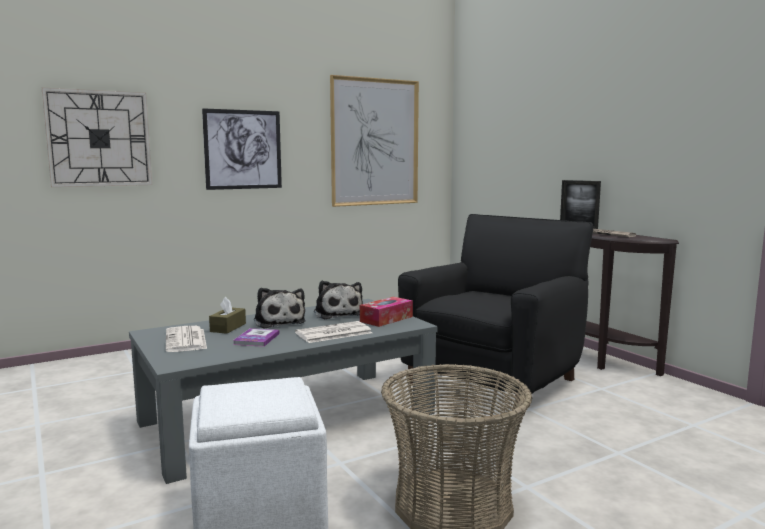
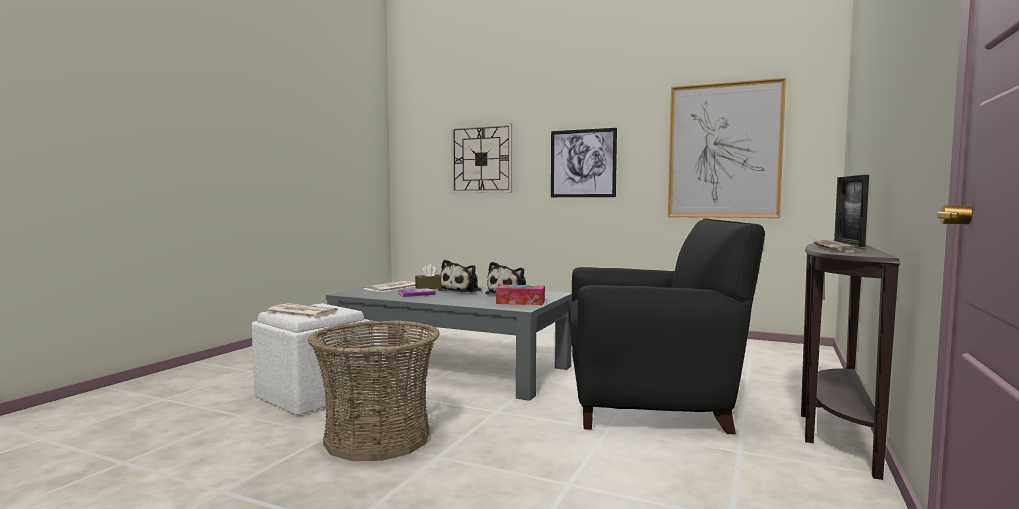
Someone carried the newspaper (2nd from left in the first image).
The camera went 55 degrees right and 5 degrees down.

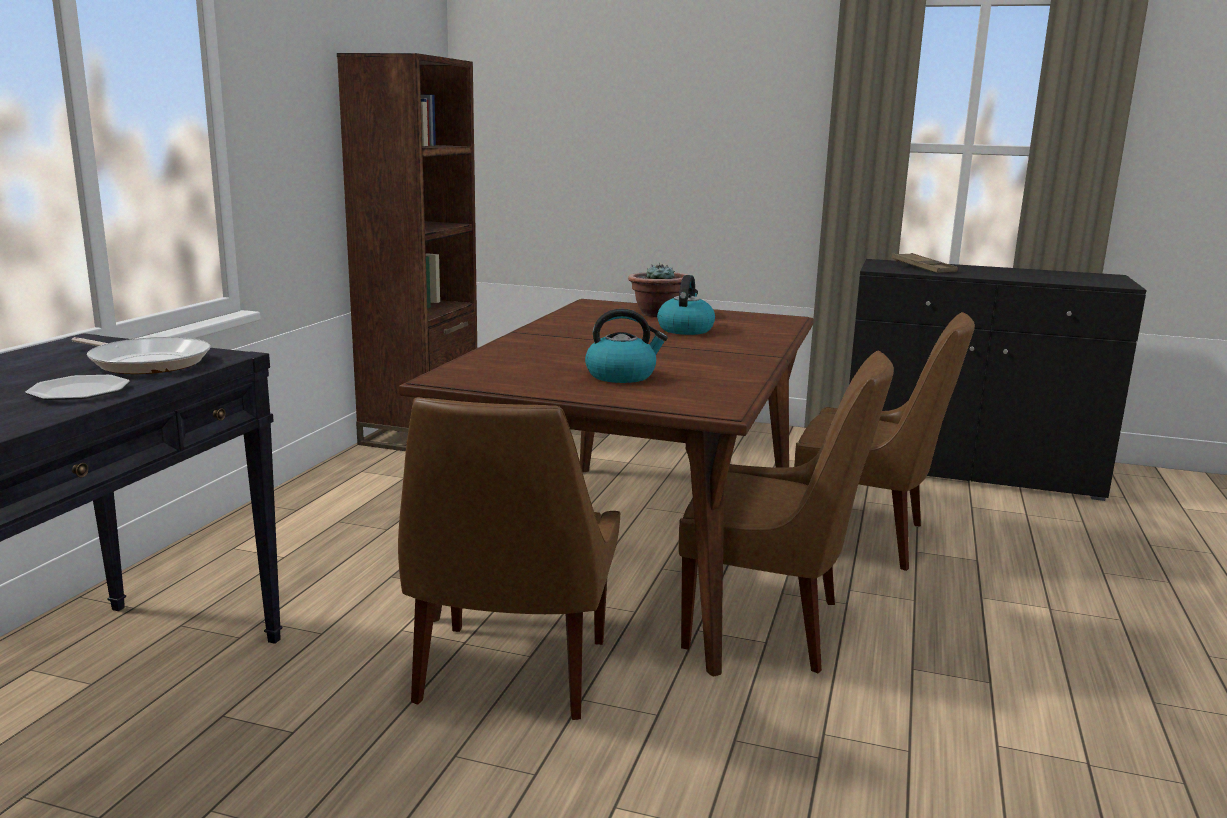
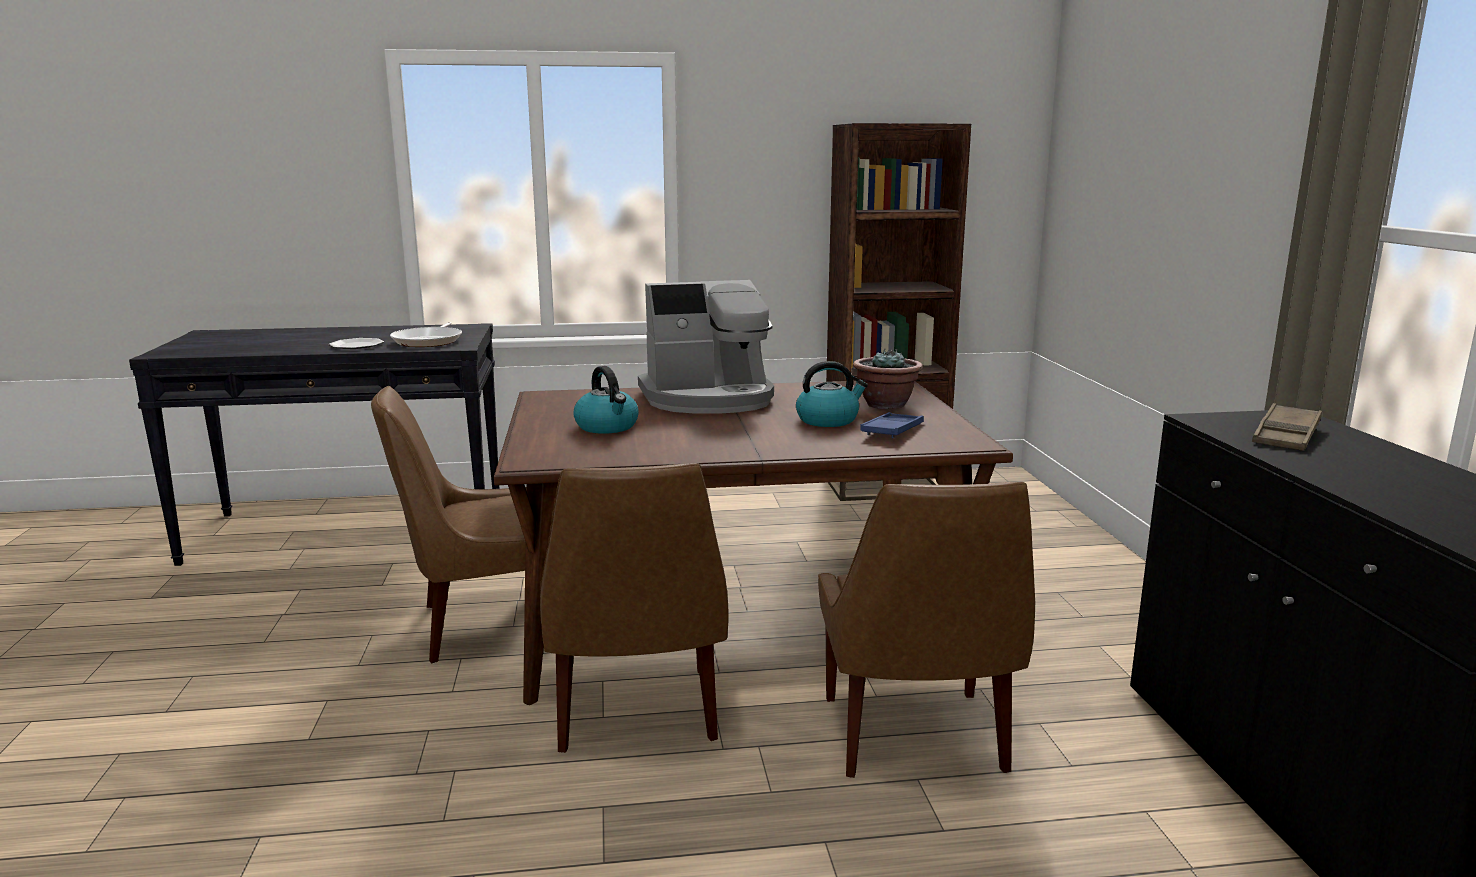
Someone put down the coffee brewer.
Someone put down the bluish carrying tray.
The camera went 65 degrees right and 0 degrees up.

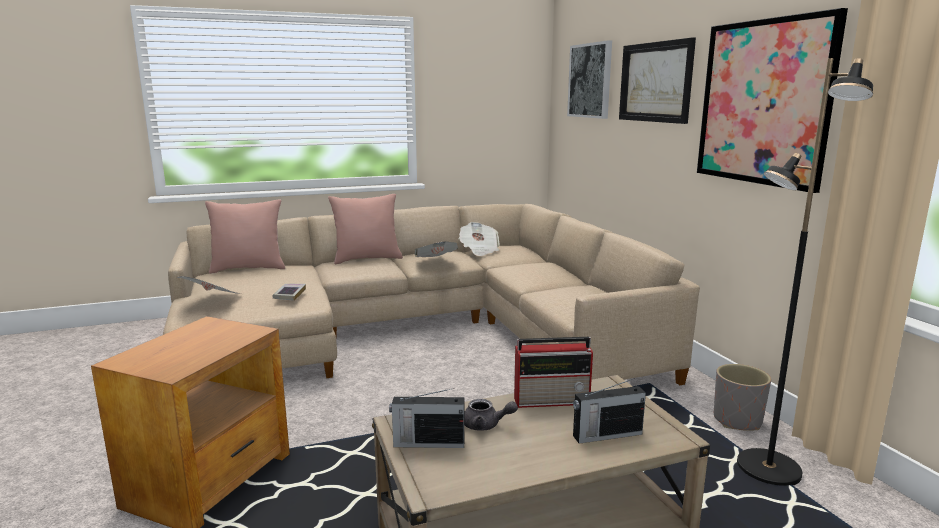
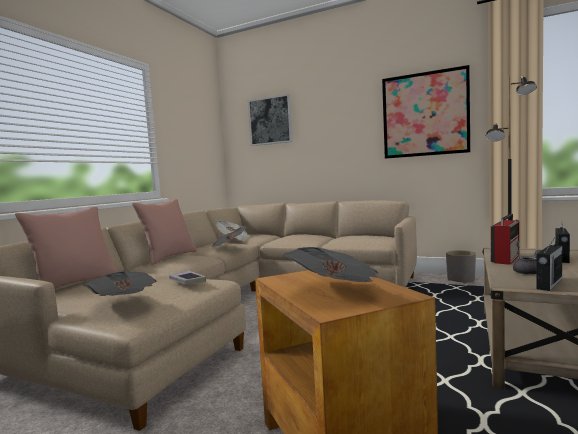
Someone took away the wall art (2nd from left).
Someone put down the newspaper (4th from left).
The camera went 45 degrees left and 10 degrees down.

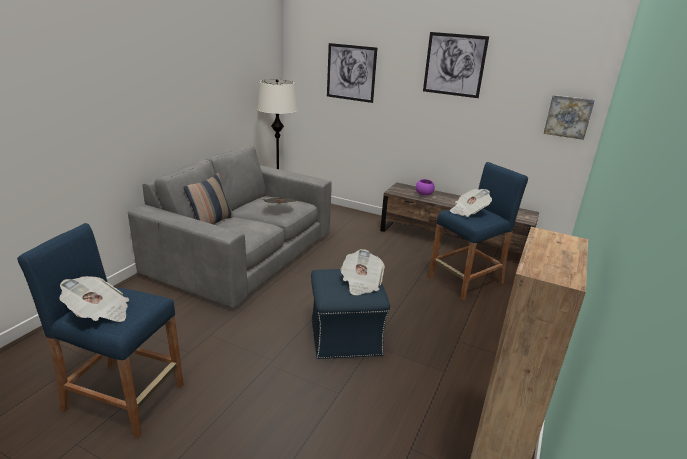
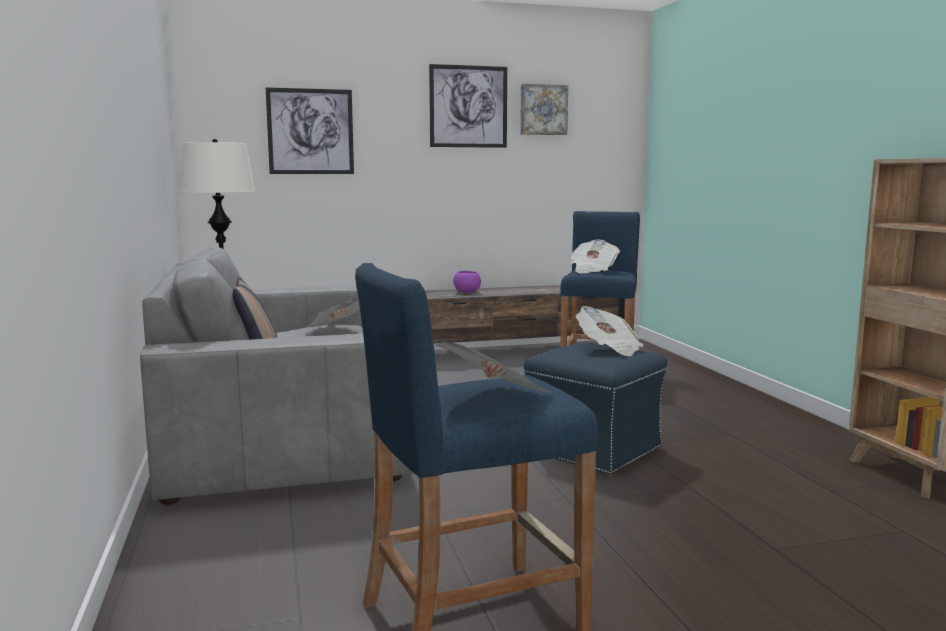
Someone carried the wall art (3rd from left).
The camera went 40 degrees left and 15 degrees down.

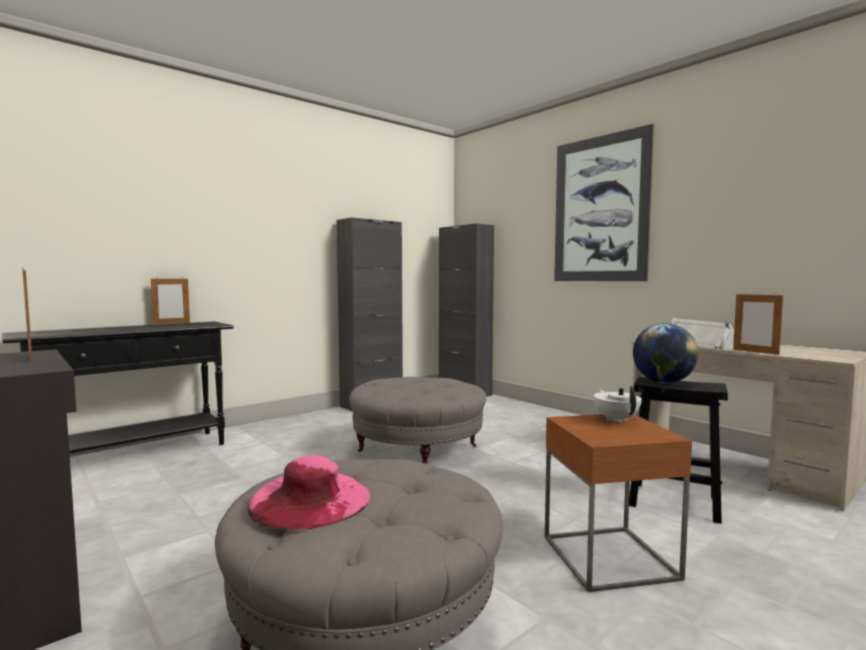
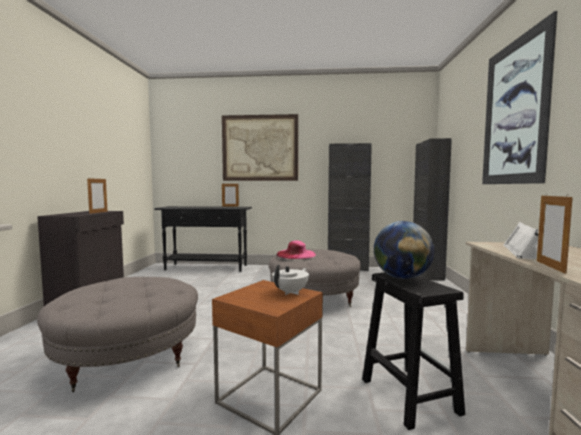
Someone carried the pink wearable hat.
Someone put up the wall art (1st from left).
The camera went 45 degrees right and 0 degrees up.

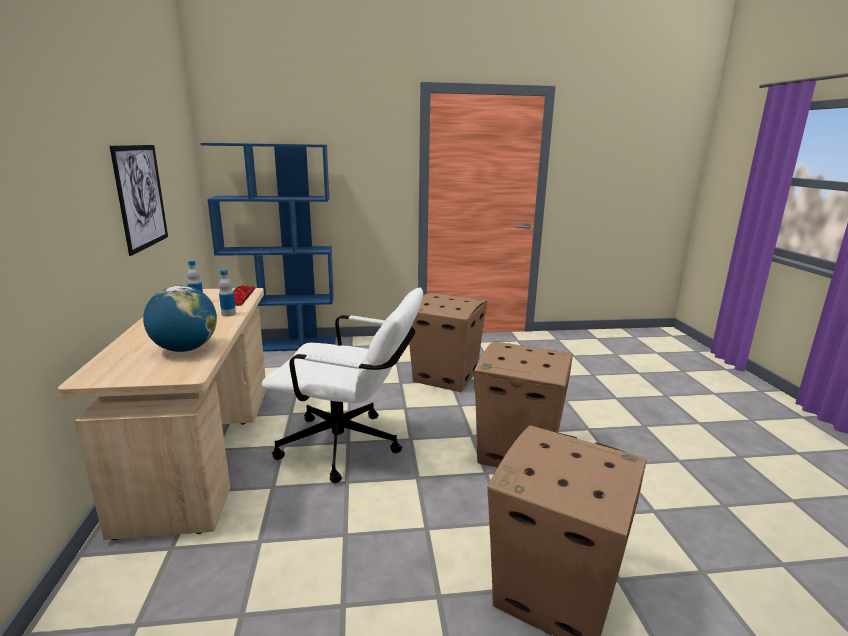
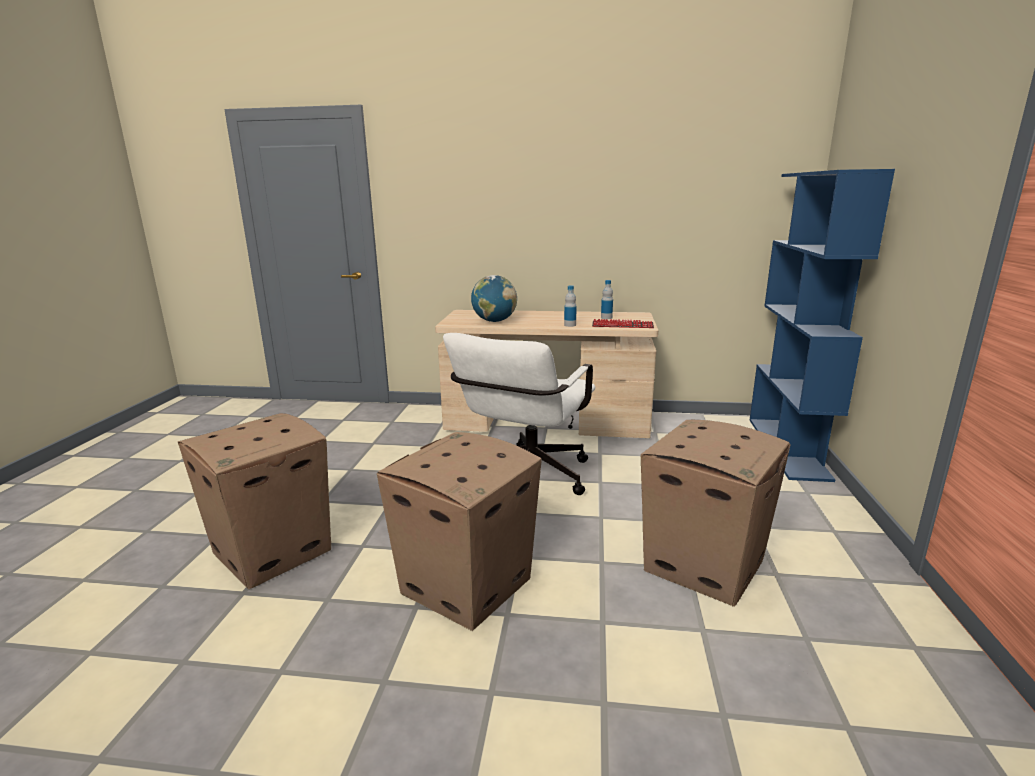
Someone took away the wall art.
The camera went 105 degrees right and 0 degrees up.

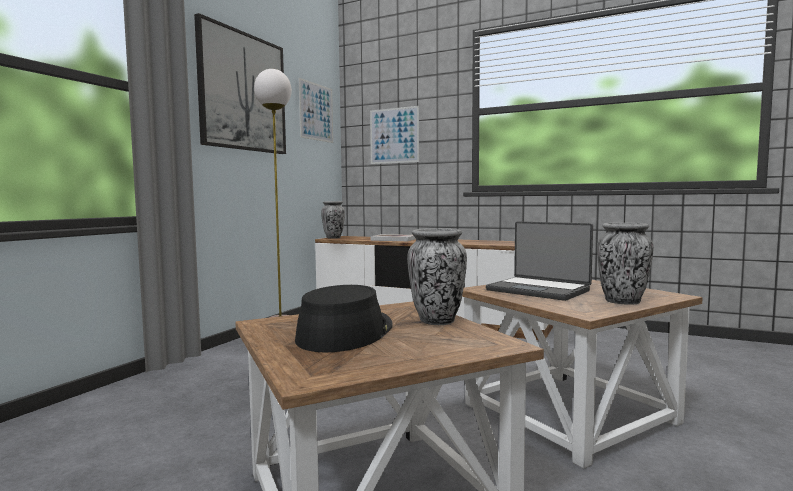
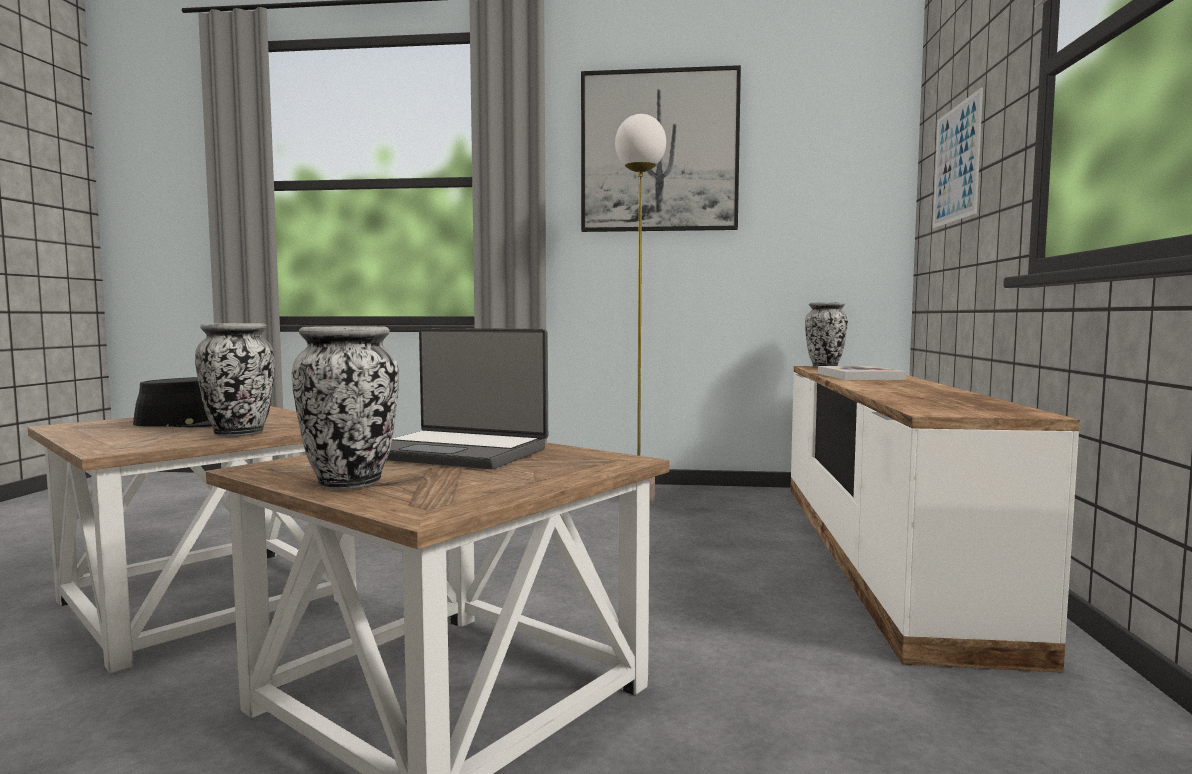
Someone took away the wall art (2nd from left).
Someone rotated the notebook computer by 90 degrees counterclockwise.
The camera went 70 degrees right and 0 degrees up.

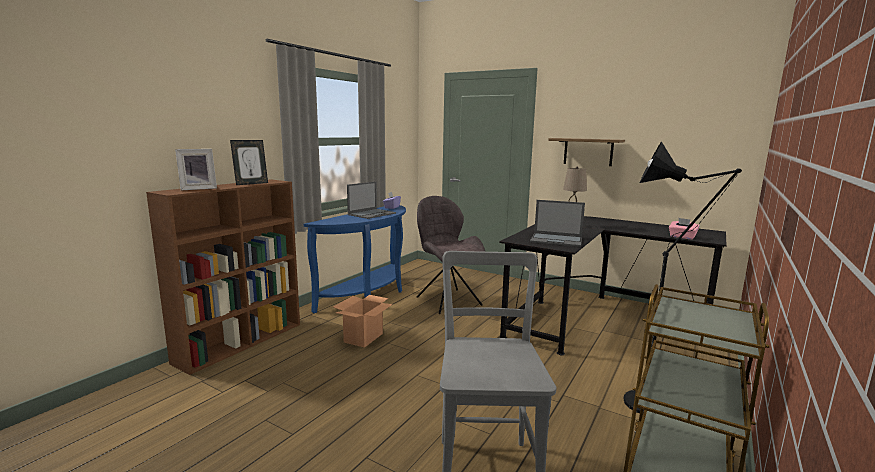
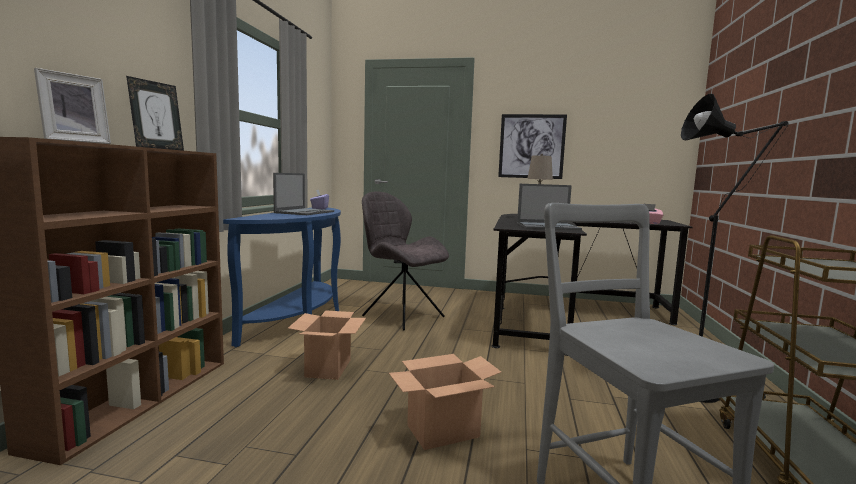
Someone swapped the wall shelf for the wall art.
Someone put down the cardboard box (2nd from left).
The camera went 20 degrees left and 5 degrees down.

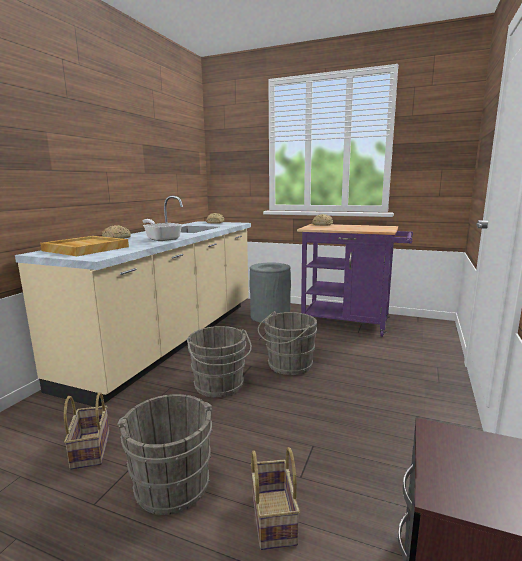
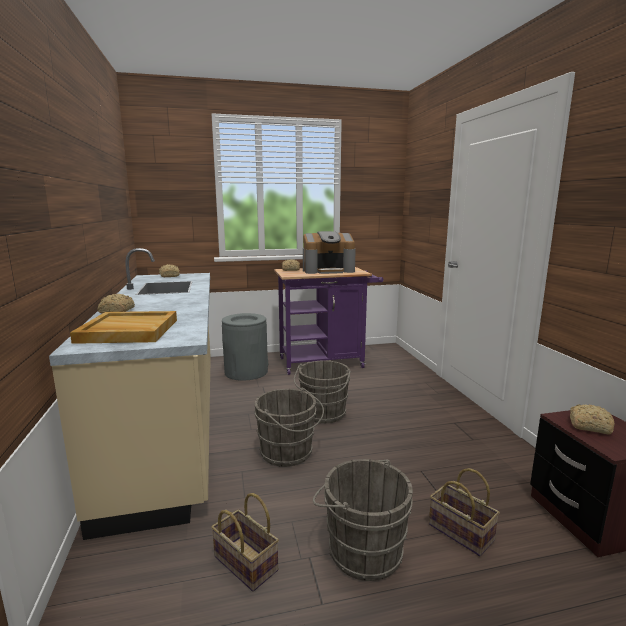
Someone took away the frying pan.
Someone put down the coffee brewer.
Someone put down the bakery bread (4th from left).
The camera went 35 degrees left and 0 degrees up.

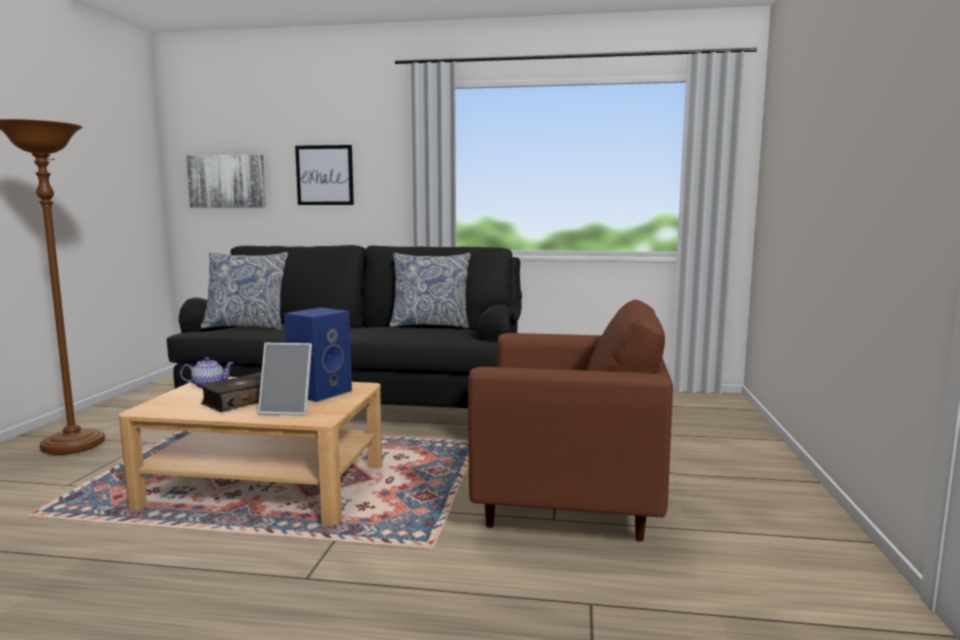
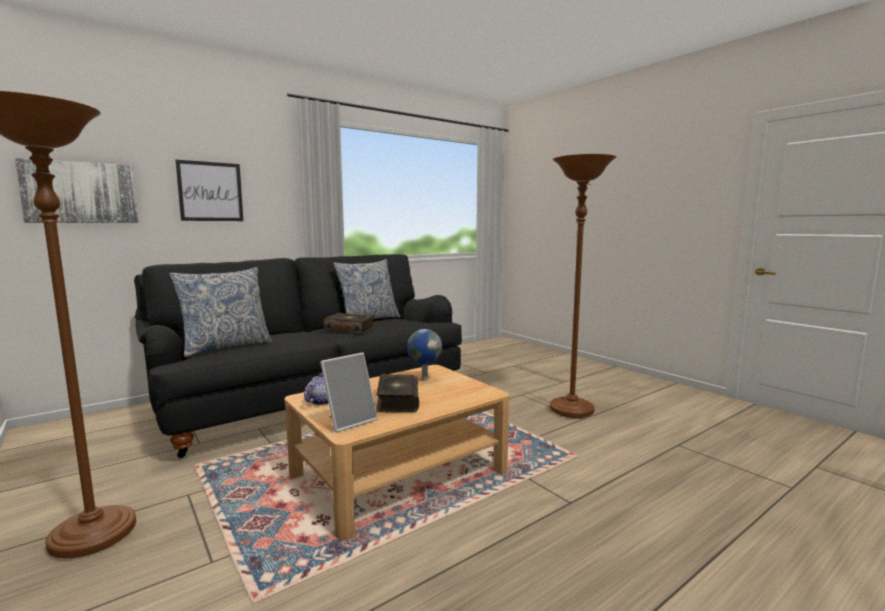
Someone swapped the brown lounge chair for the brown standing lamp (2nd from left).
Someone swapped the bluish loudspeaker for the globe.
Someone carried the photo frame.
Someone put down the bound book (1st from left).
The camera went 45 degrees left and 0 degrees up.

